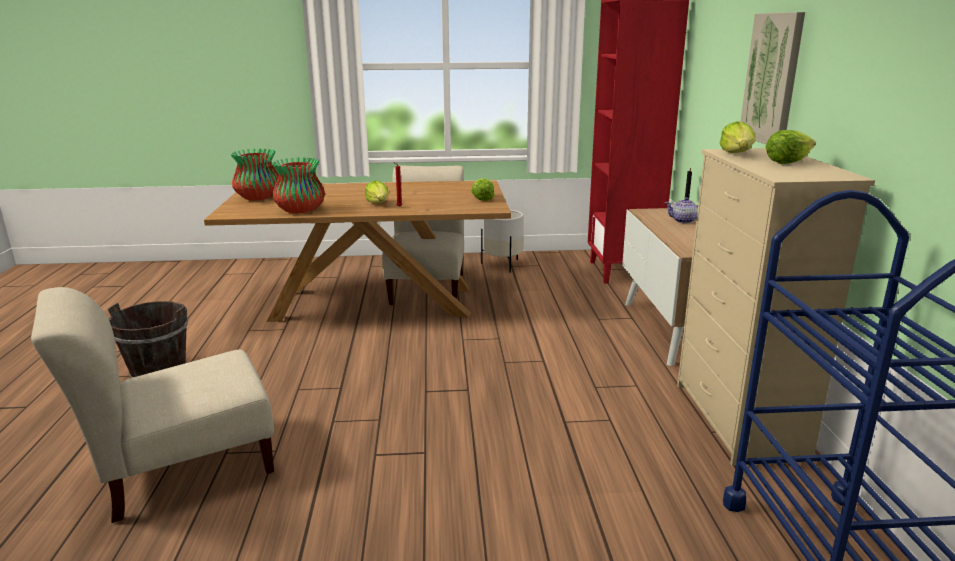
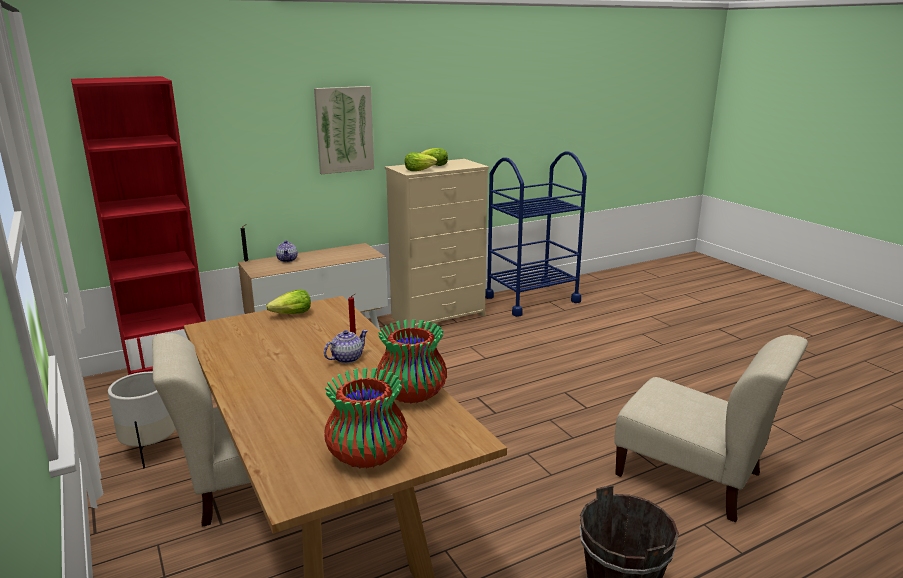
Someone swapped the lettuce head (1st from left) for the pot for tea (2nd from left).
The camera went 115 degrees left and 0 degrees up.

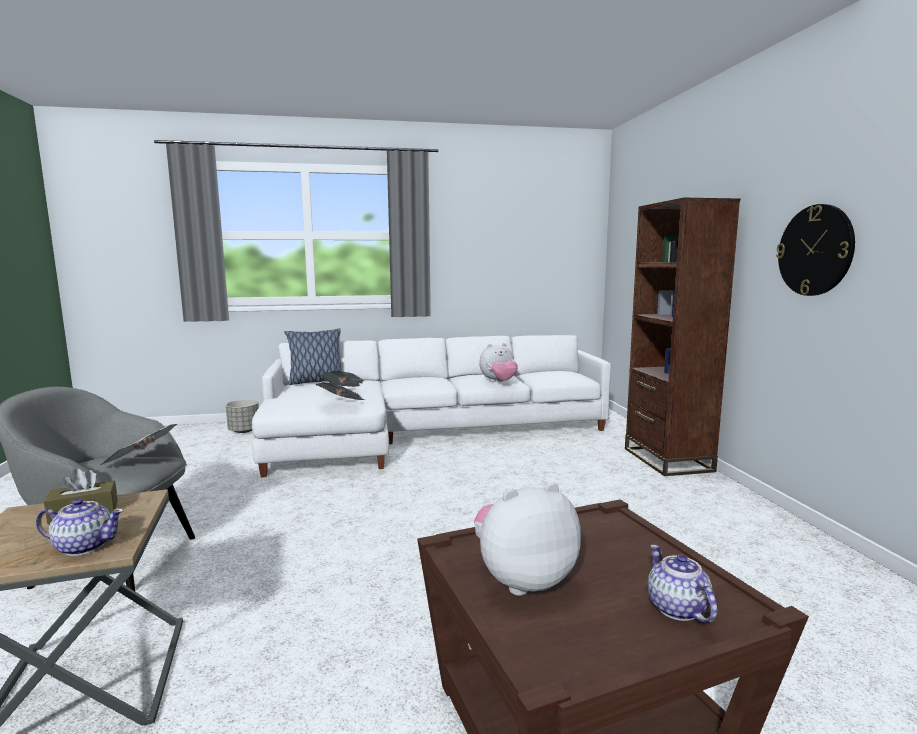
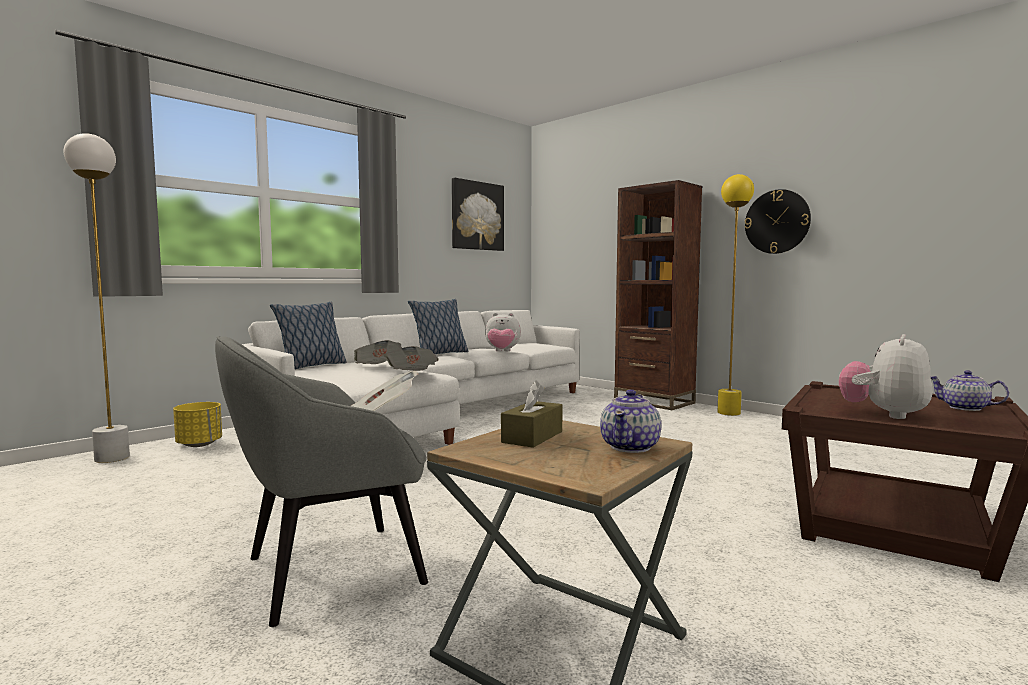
Someone rotated the plush toy (1st from left) by 60 degrees clockwise.
Someone repainted the greyish planter, which became the yellow planter.
Someone rotated the pot for tea (1st from left) by 150 degrees clockwise.
Someone put down the white-coloured standing lamp.
Someone put down the yellow standing lamp.
Someone put up the wall art.
Someone put down the pillow (2nd from left).
The camera went 35 degrees left and 5 degrees down.

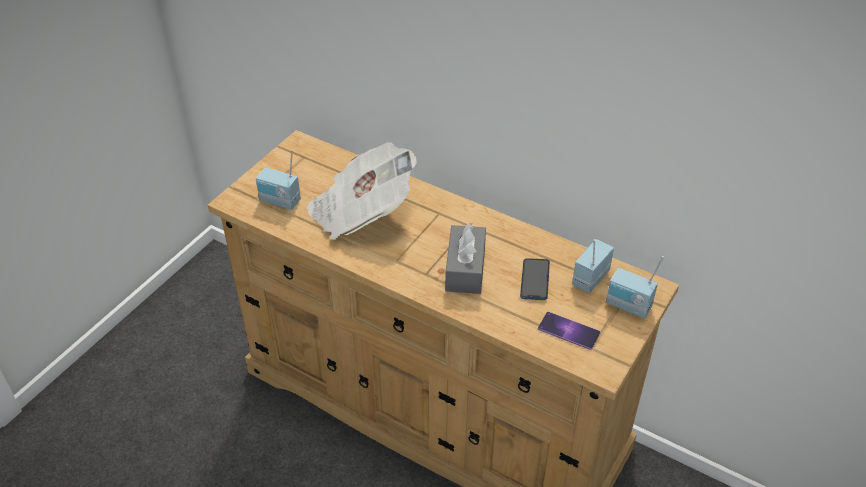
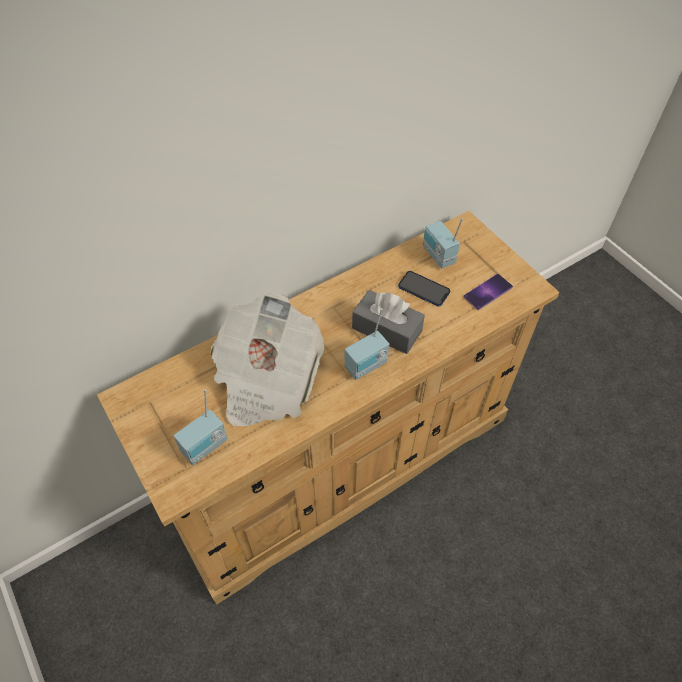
Someone carried the radio receiver (3rd from left in the first image).
The camera went 65 degrees left and 10 degrees up.

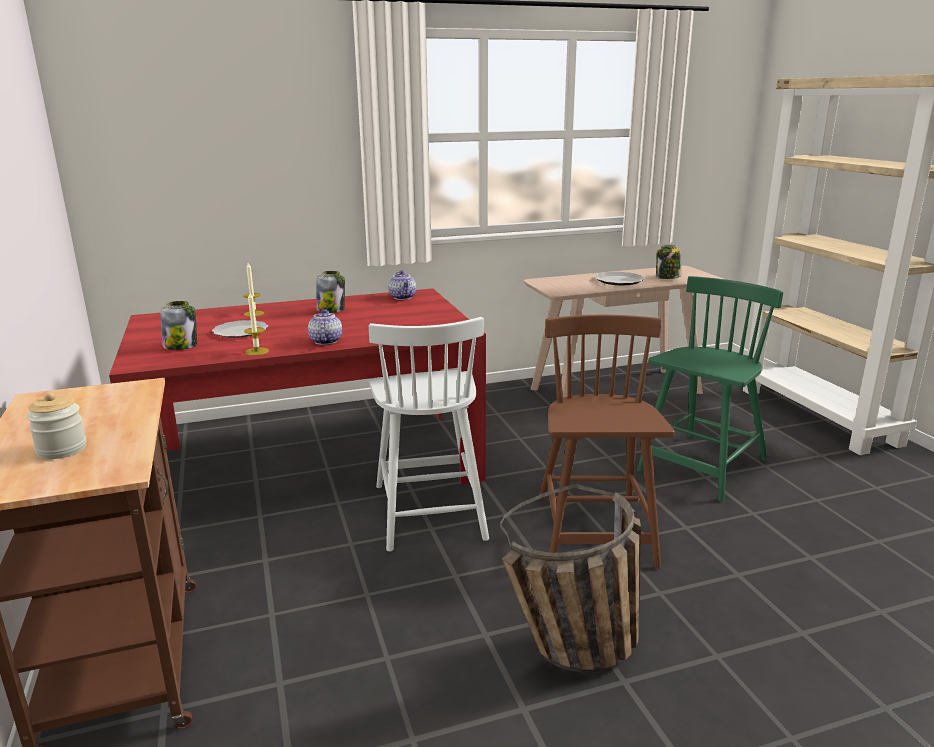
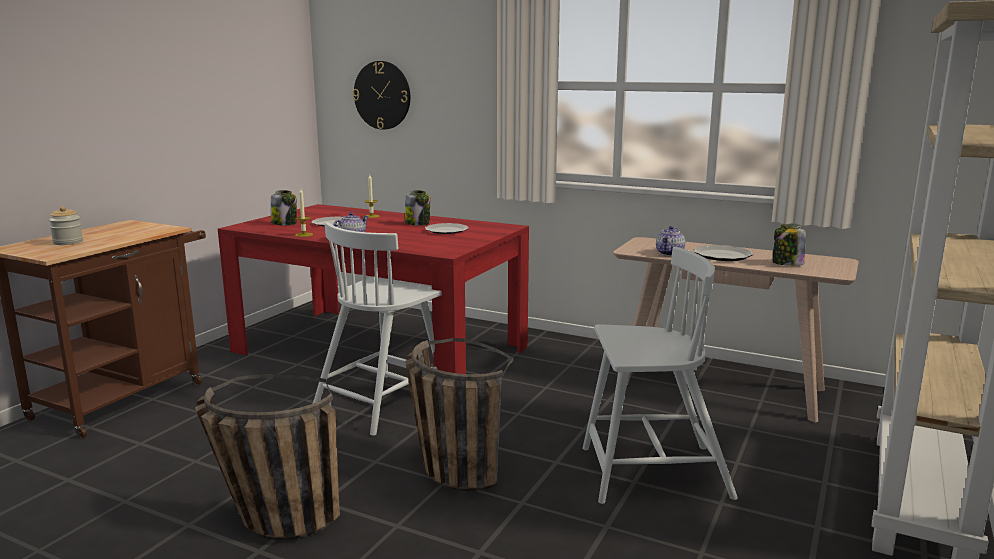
Someone carried the pot for tea (2nd from left).
Someone repainted the green-coloured upright chair, which became the white-coloured upright chair (2nd from left).
Someone swapped the brown upright chair for the household basket (2nd from left).
Someone put up the hanging clock.
Someone put down the plate (2nd from left).
The camera went 45 degrees right and 5 degrees down.

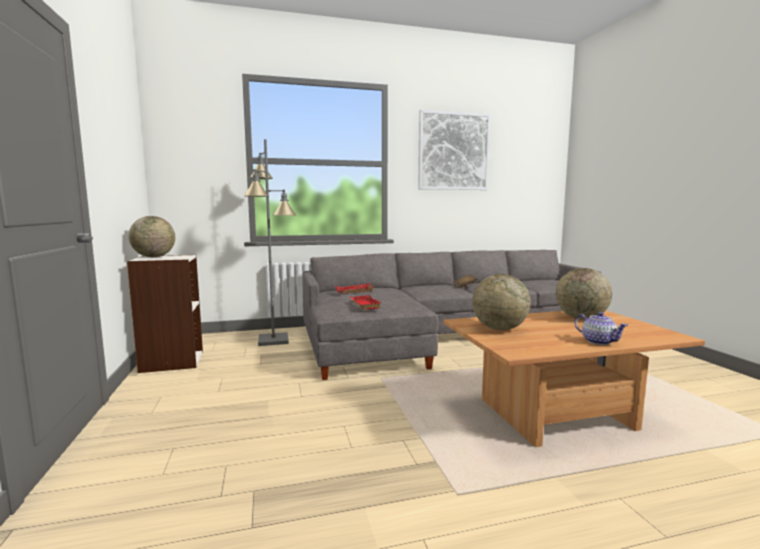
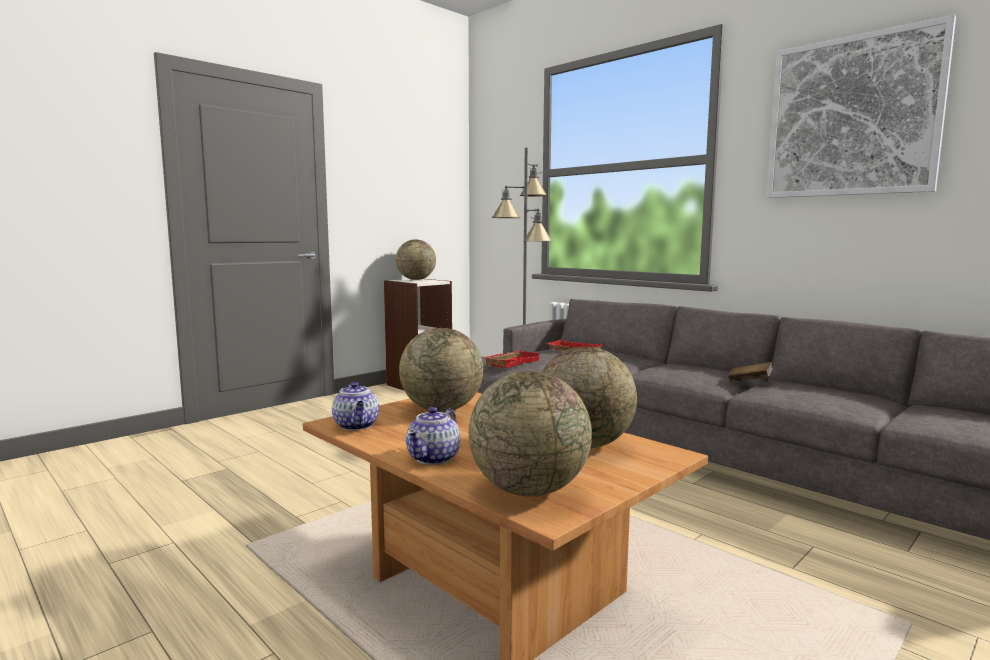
Someone put down the globe (3rd from left).
Someone put down the pot for tea (1st from left).
The camera went 60 degrees right and 0 degrees up.

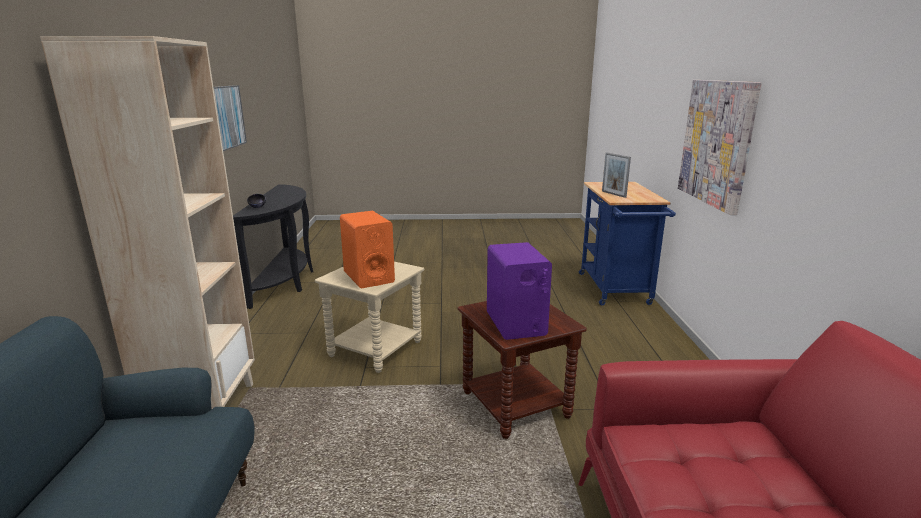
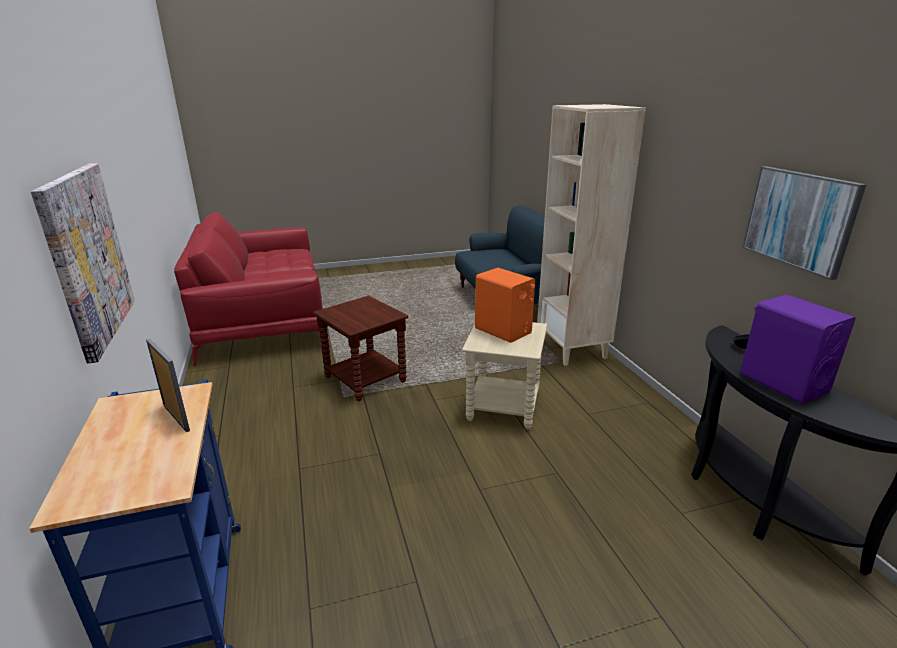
Someone carried the purple-coloured loudspeaker.
The camera went 165 degrees right and 5 degrees up.

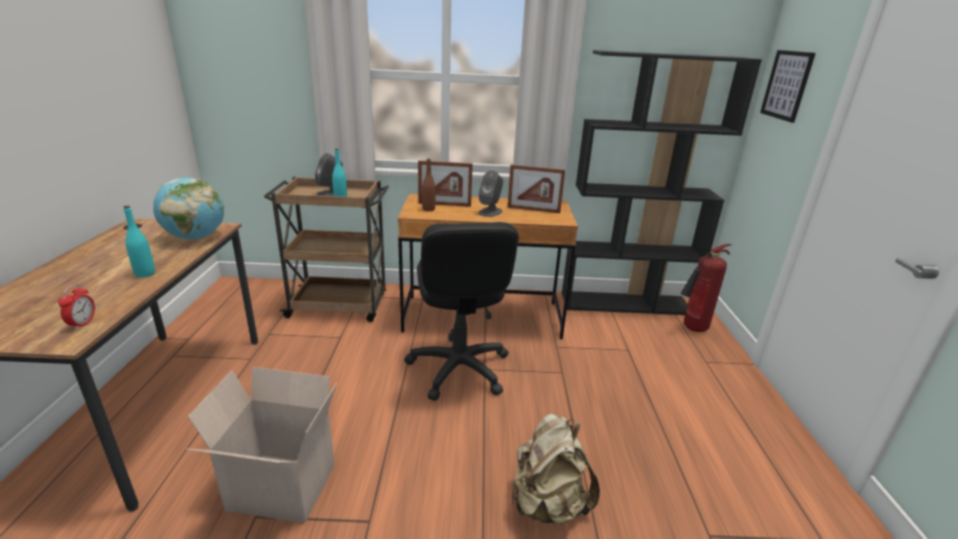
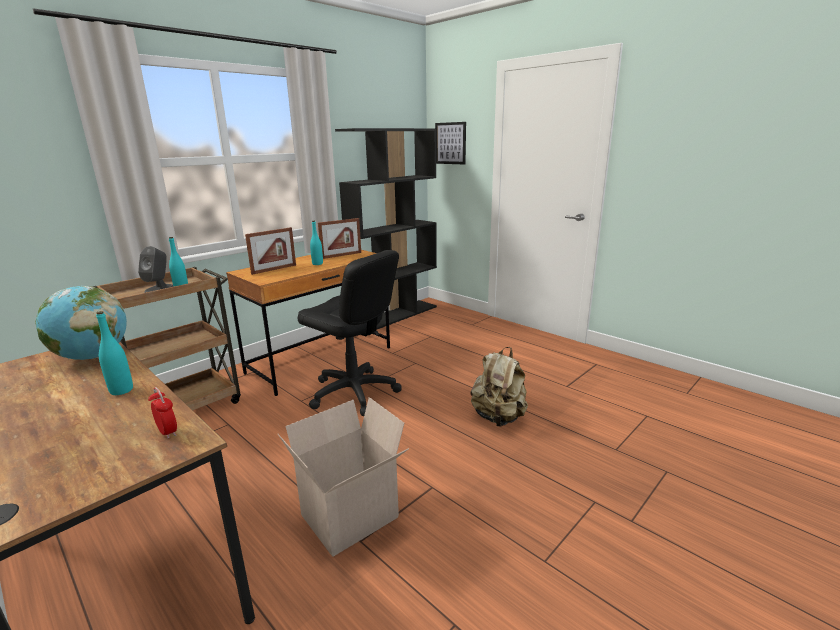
Someone took away the brown bottle.
Someone swapped the greyish loudspeaker (2nd from left) for the turquoise bottle (3rd from left).
Someone took away the fire-fighting cylinder.
The camera went 45 degrees left and 5 degrees down.

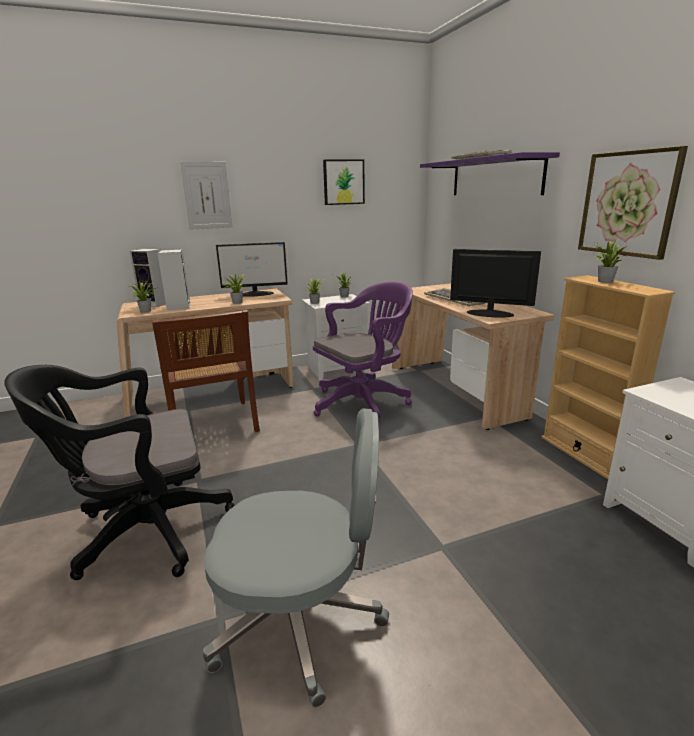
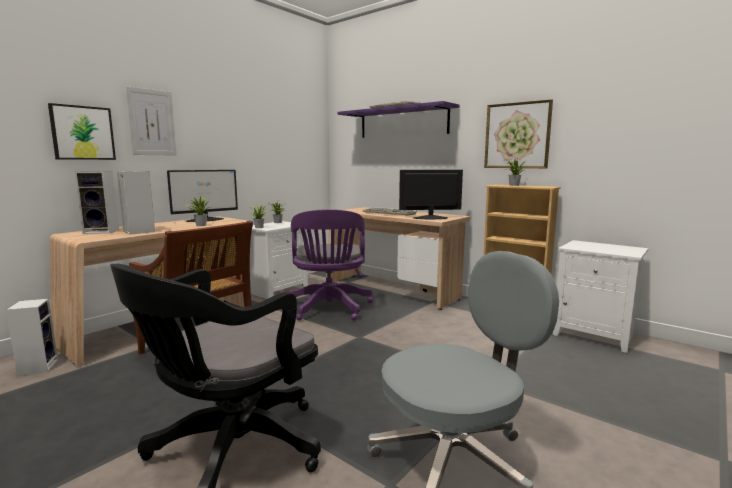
Someone carried the wall art (2nd from left in the first image).
Someone took away the potted plant (1st from left).
Someone rotated the purple-coloured desk chair by 150 degrees clockwise.
Someone put down the loudspeaker (1st from left).
The camera went 30 degrees left and 10 degrees down.

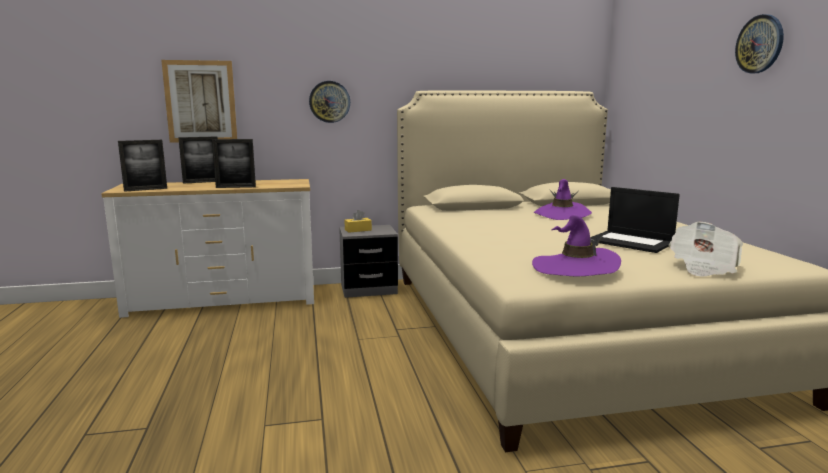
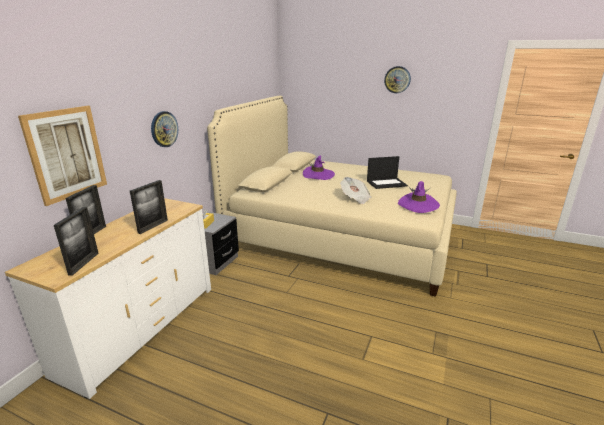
Someone carried the newspaper.
The camera went 55 degrees left and 10 degrees up.

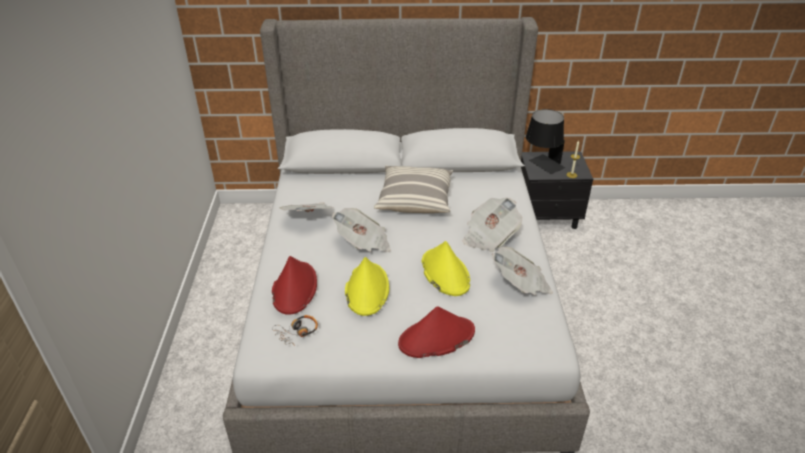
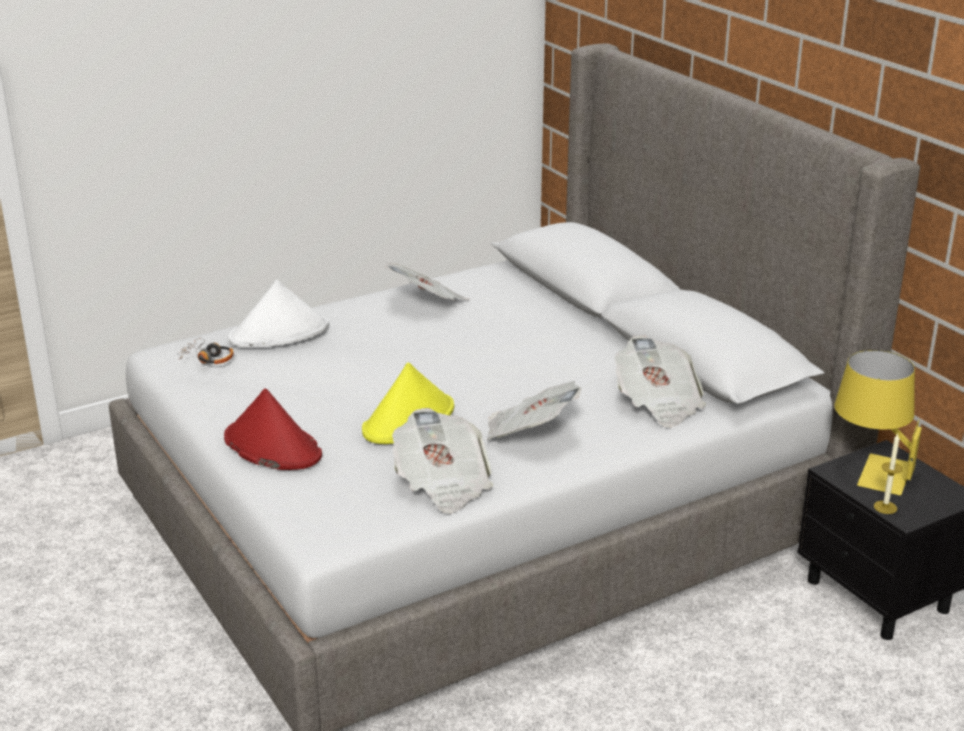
Someone repainted the black-coloured tabletop lamp, which became the yellow tabletop lamp.
Someone took away the pillow.
Someone carried the newspaper (2nd from left in the first image).
Someone repainted the red wearable hat (1st from left), which became the white-coloured wearable hat.
Someone took away the yellow wearable hat (1st from left).
The camera went 60 degrees right and 10 degrees down.

